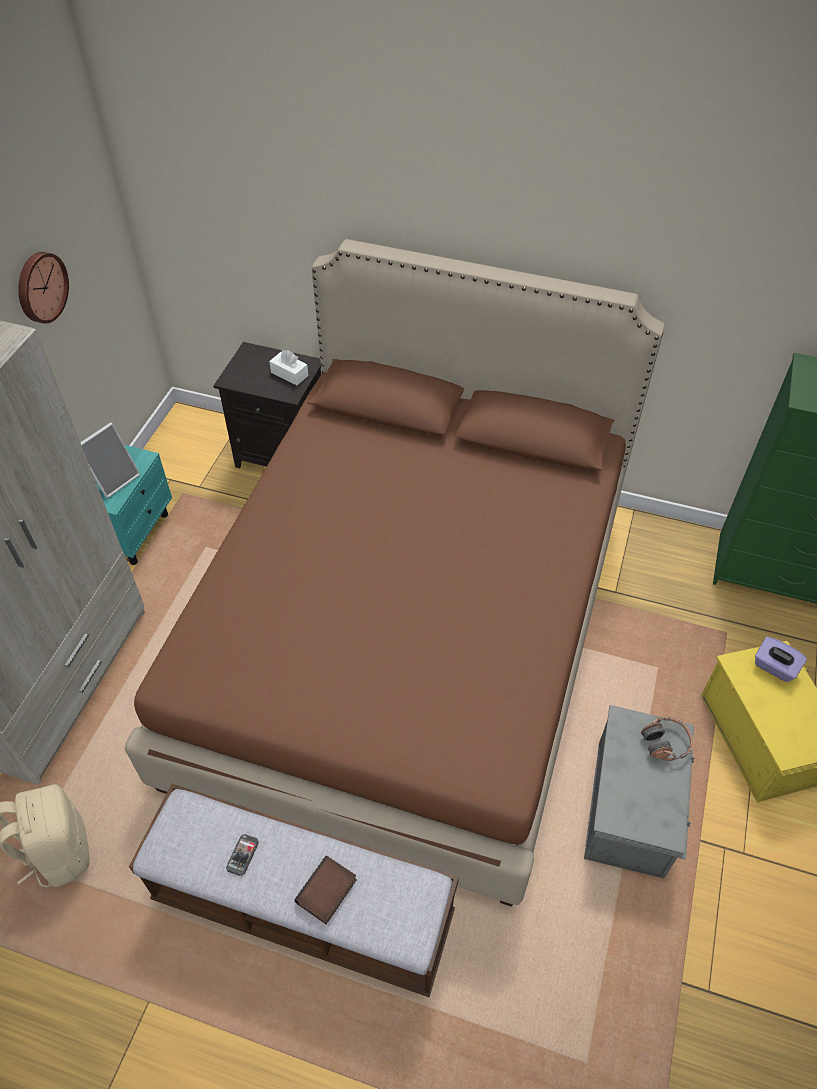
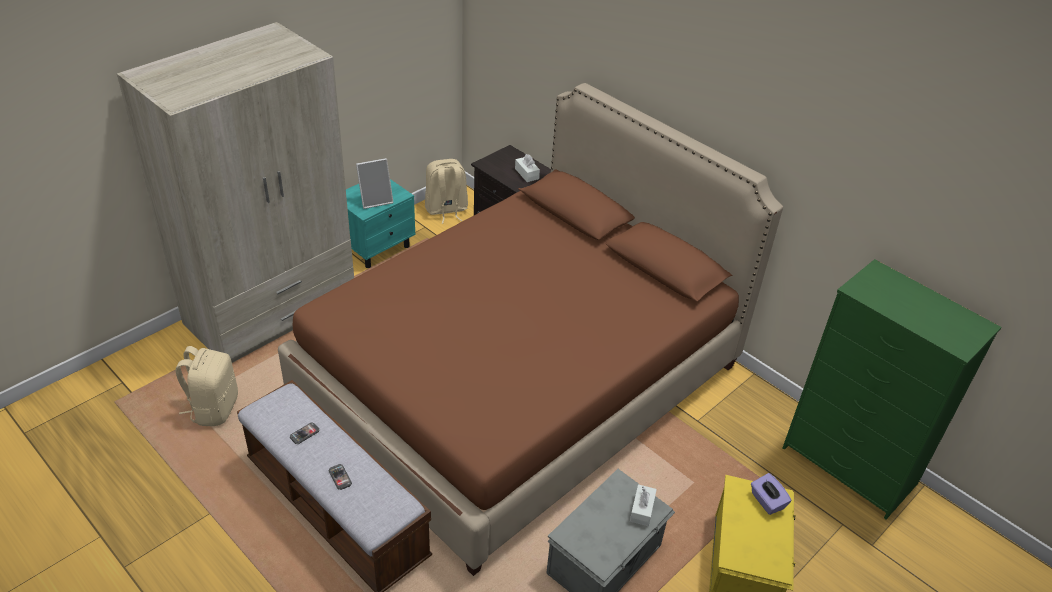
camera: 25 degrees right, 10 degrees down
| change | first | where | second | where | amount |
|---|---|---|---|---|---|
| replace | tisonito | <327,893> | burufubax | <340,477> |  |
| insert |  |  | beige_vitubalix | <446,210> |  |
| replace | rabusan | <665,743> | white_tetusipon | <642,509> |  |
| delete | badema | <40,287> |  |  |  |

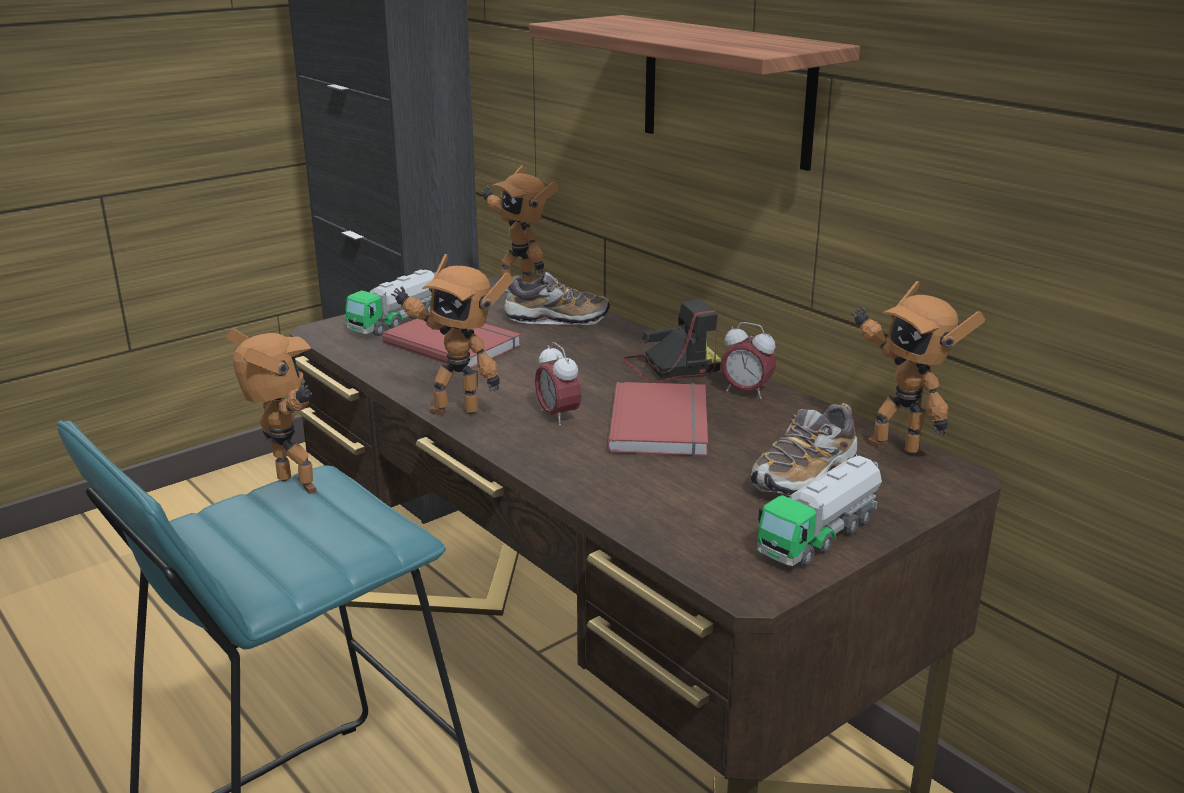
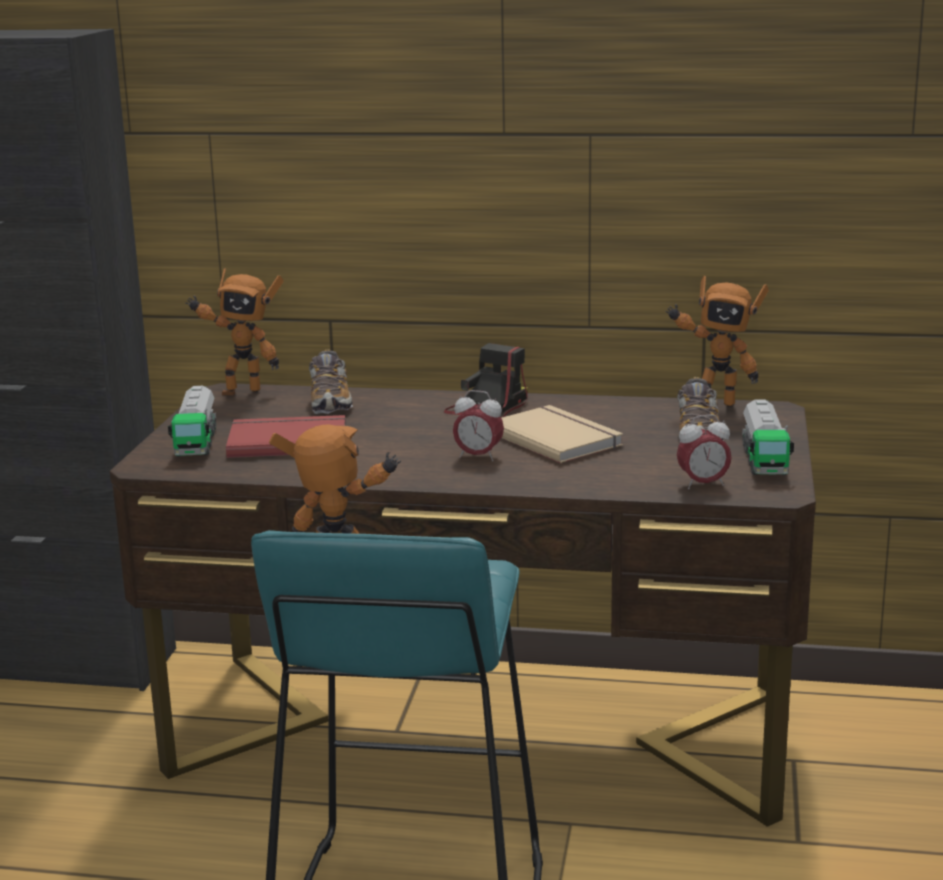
camera: 40 degrees left, 5 degrees down
| change | first | where | second | where | amount |
|---|---|---|---|---|---|
| rotate | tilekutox | <556,319> |  | <330,403> | 120 degrees clockwise |
| recolor | red_tisonito | <663,423> | beige_tisonito | <557,438> |  |
| move | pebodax | <746,392> |  | <703,484> |  |
| delete | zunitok | <455,409> |  |  |  |
| delete | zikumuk | <726,90> |  |  |  |

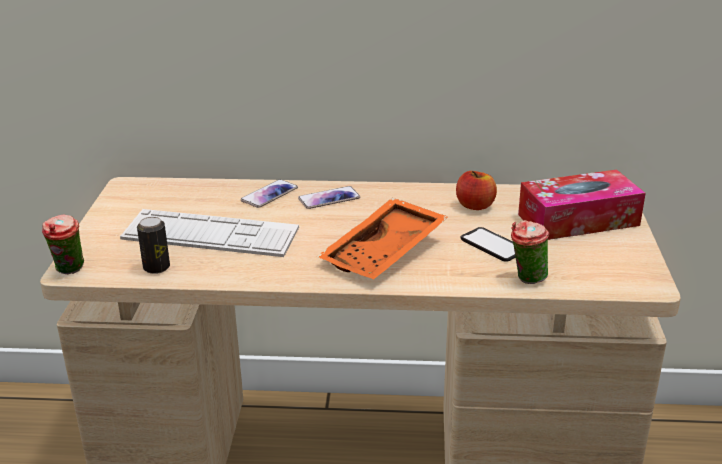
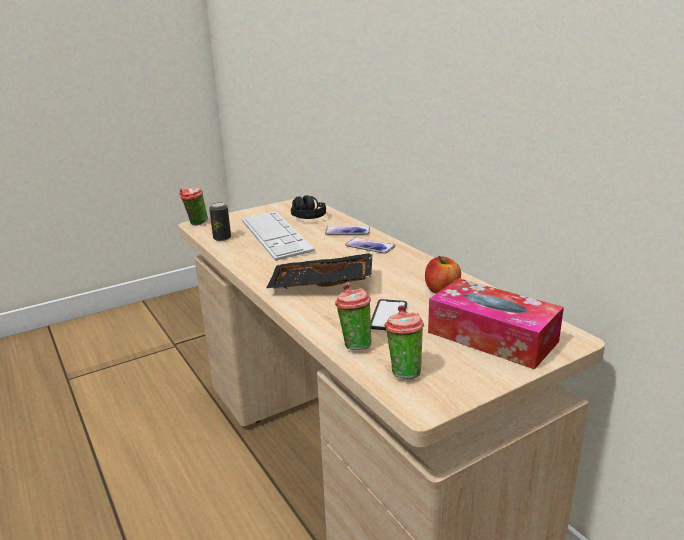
camera: 55 degrees right, 5 degrees down
| change | first | where | second | where | amount |
|---|---|---|---|---|---|
| recolor | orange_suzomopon | <385,253> | black_suzomopon | <321,285> |  |
| insert |  |  | black_rabusan | <305,215> |  |
| insert |  |  | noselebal | <403,371> |  |

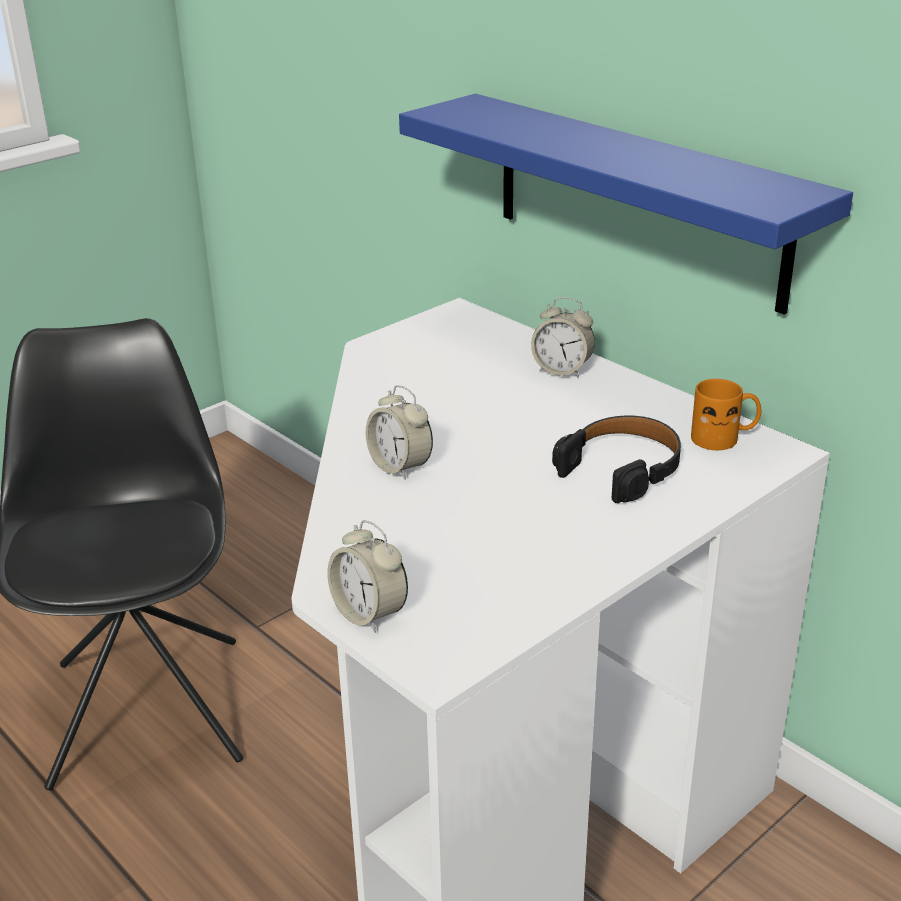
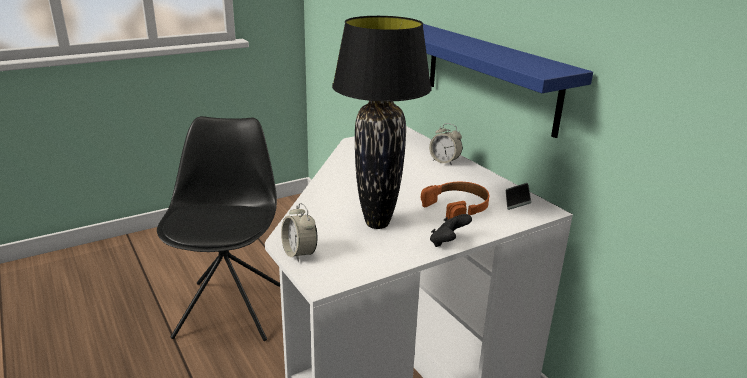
camera: 10 degrees right, 5 degrees down
| change | first | where | second | where | amount |
|---|---|---|---|---|---|
| insert |  |  | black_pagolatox | <377,223> |  |
| recolor | black_rabusan | <622,468> | orange_rabusan | <457,207> |  |
| insert |  |  | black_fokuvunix | <448,243> |  |
| replace | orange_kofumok | <724,438> | burufubax | <517,200> |  |
| delete | pebodax | <400,467> |  |  |  |

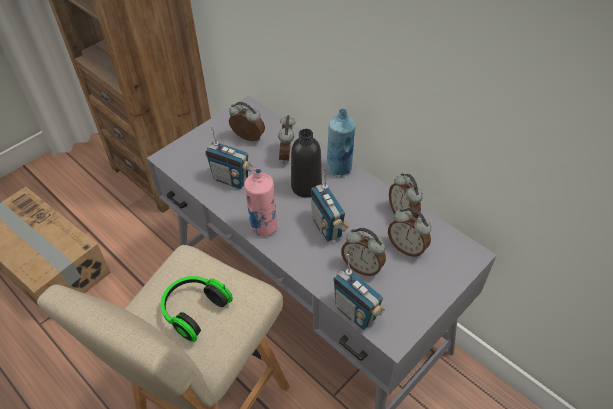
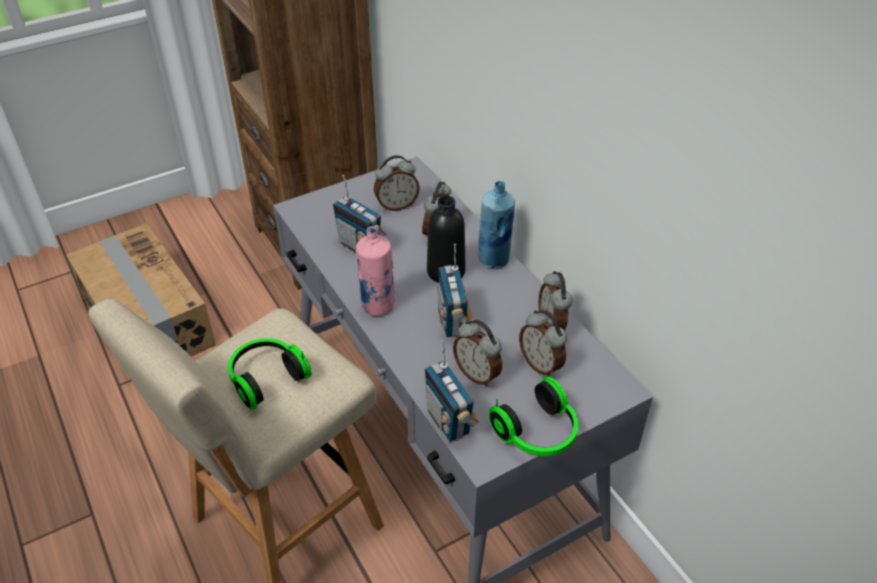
camera: 15 degrees right, 5 degrees down
| change | first | where | second | where | amount |
|---|---|---|---|---|---|
| rotate | pebodax | <247,139> |  | <396,205> | 120 degrees clockwise |
| insert |  |  | rabusan | <538,434> |  |

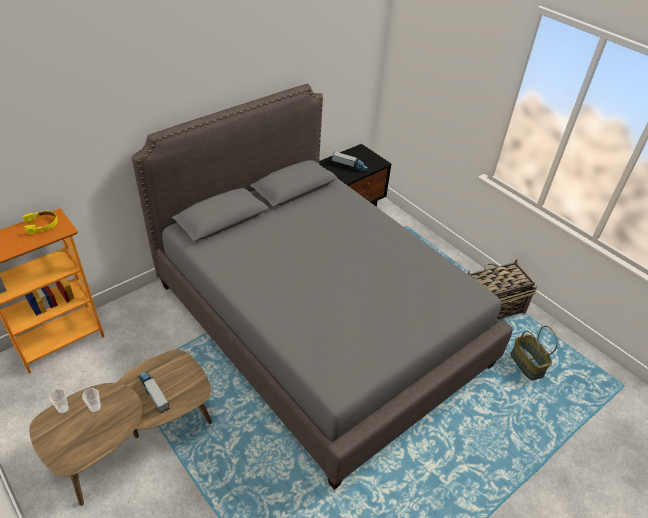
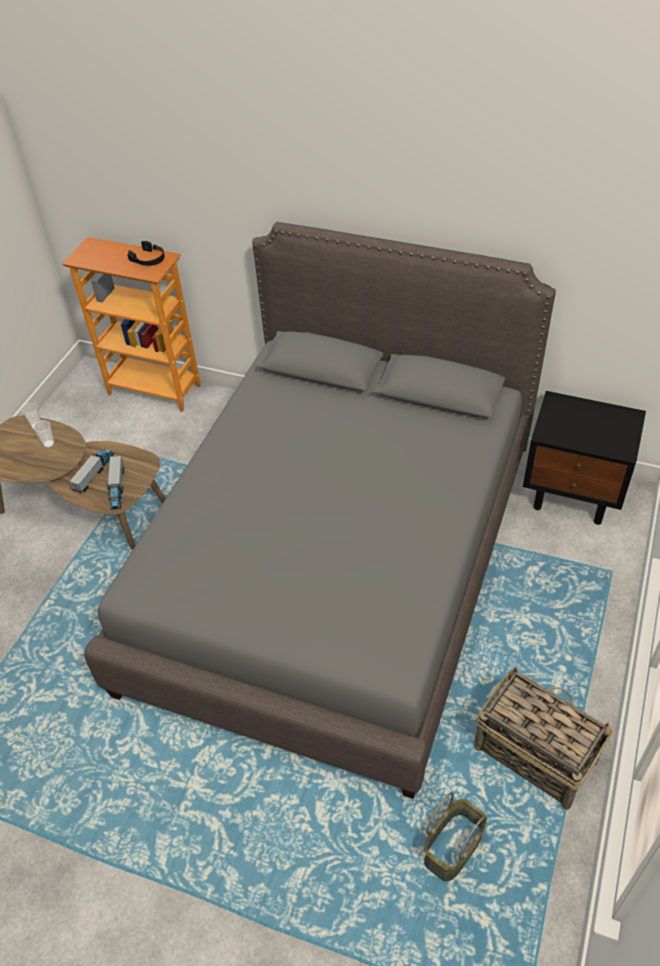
camera: 65 degrees right, 5 degrees up
| change | first | where | second | where | amount |
|---|---|---|---|---|---|
| move | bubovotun | <349,166> |  | <117,488> |  |
| recolor | yellow_rabusan | <42,225> | black_rabusan | <149,259> |  |

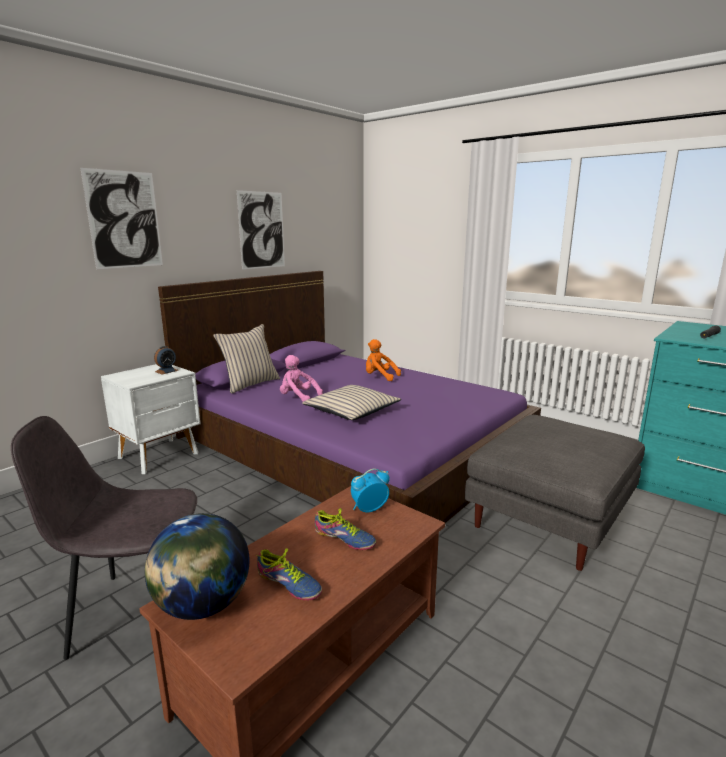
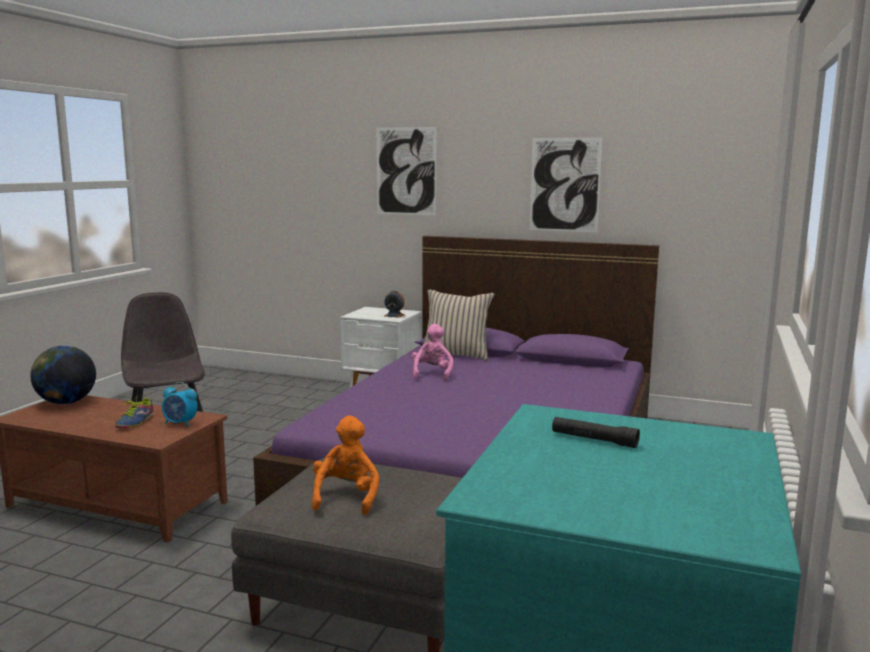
camera: 70 degrees right, 5 degrees down
| change | first | where | second | where | amount |
|---|---|---|---|---|---|
| rotate | pebodax | <368,509> |  | <180,423> | 150 degrees clockwise |
| move | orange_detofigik | <379,377> |  | <346,497> |  |
| delete | tilekutox | <287,585> |  |  |  |
| delete | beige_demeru | <351,411> |  |  |  |

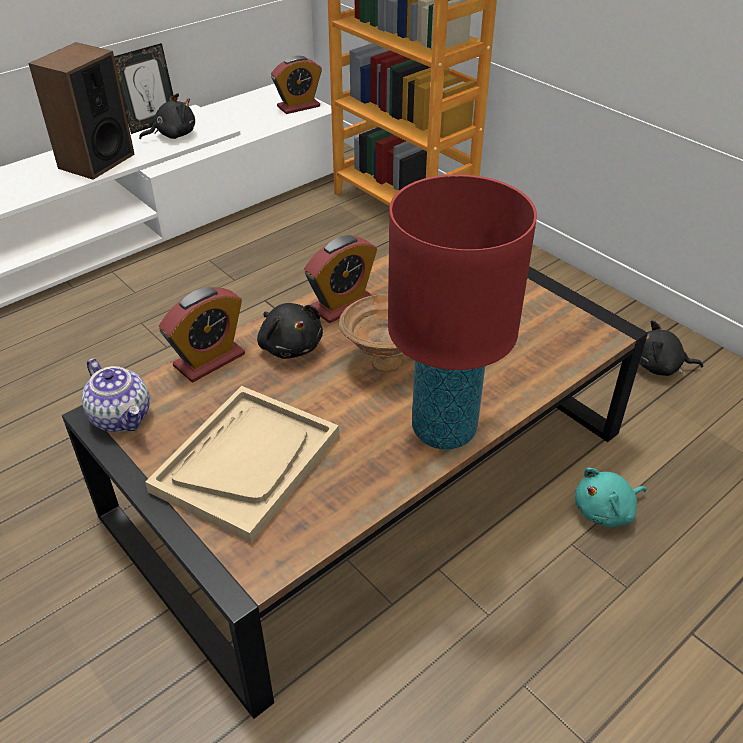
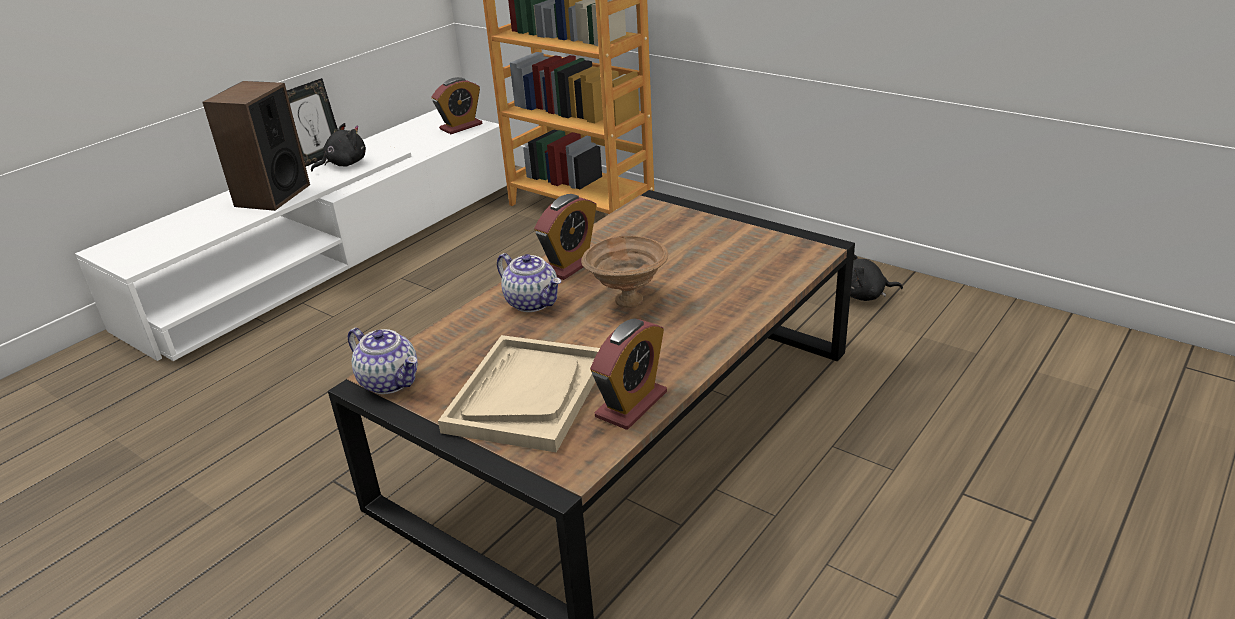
camera: 10 degrees left, 10 degrees down
| change | first | where | second | where | amount |
|---|---|---|---|---|---|
| replace | black_detofigik | <290,346> | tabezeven | <533,302> |  |
| move | pebodax | <209,360> |  | <631,404> |  |
| delete | red_pagolatox | <444,429> |  |  |  |
| delete | turquoise_detofigik | <606,511> |  |  |  |

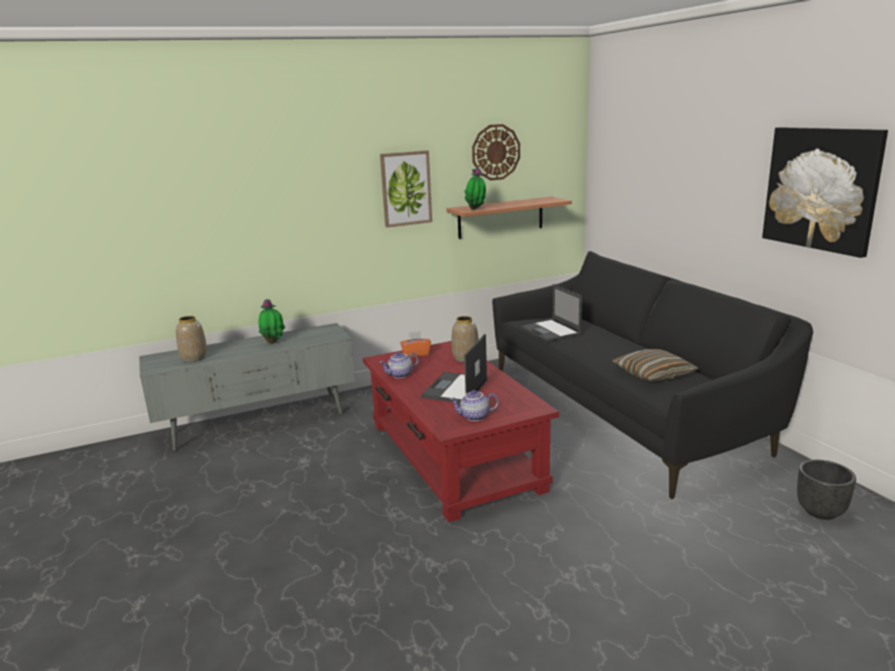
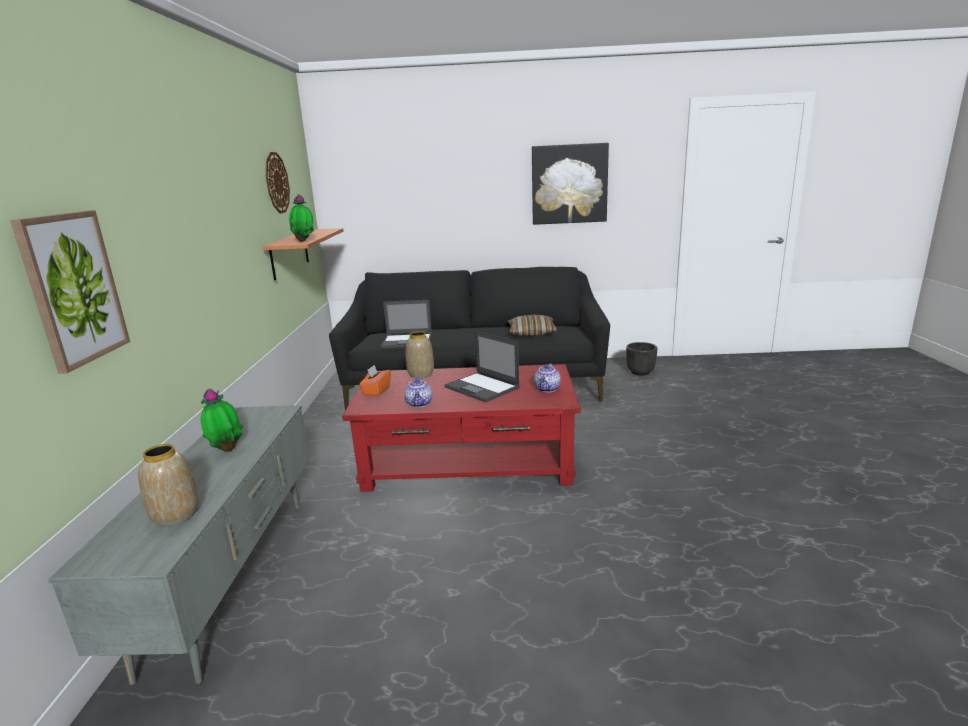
camera: 65 degrees left, 0 degrees up
| change | first | where | second | where | amount |
|---|---|---|---|---|---|
| move | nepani | <406,188> |  | <73,288> |  |

